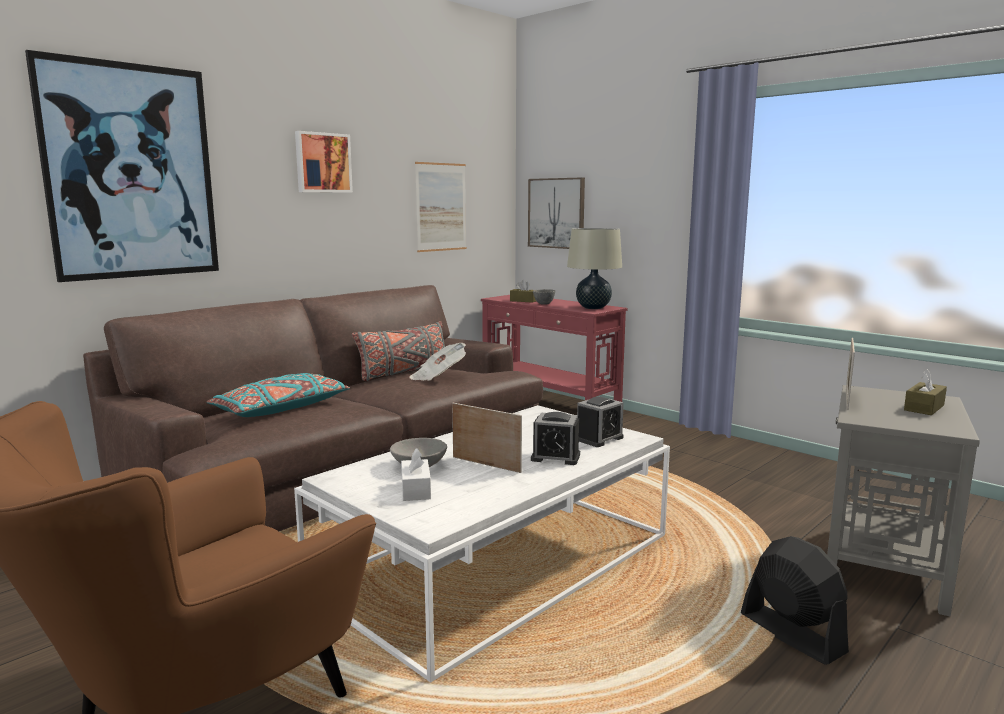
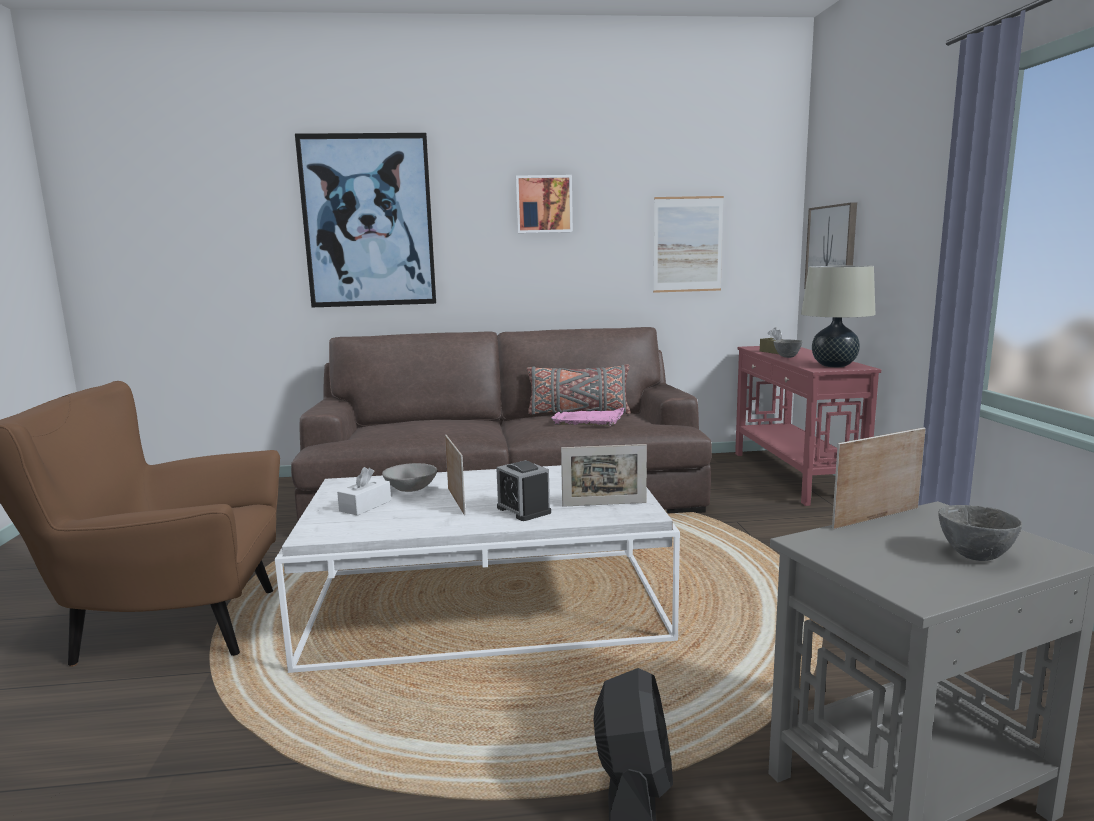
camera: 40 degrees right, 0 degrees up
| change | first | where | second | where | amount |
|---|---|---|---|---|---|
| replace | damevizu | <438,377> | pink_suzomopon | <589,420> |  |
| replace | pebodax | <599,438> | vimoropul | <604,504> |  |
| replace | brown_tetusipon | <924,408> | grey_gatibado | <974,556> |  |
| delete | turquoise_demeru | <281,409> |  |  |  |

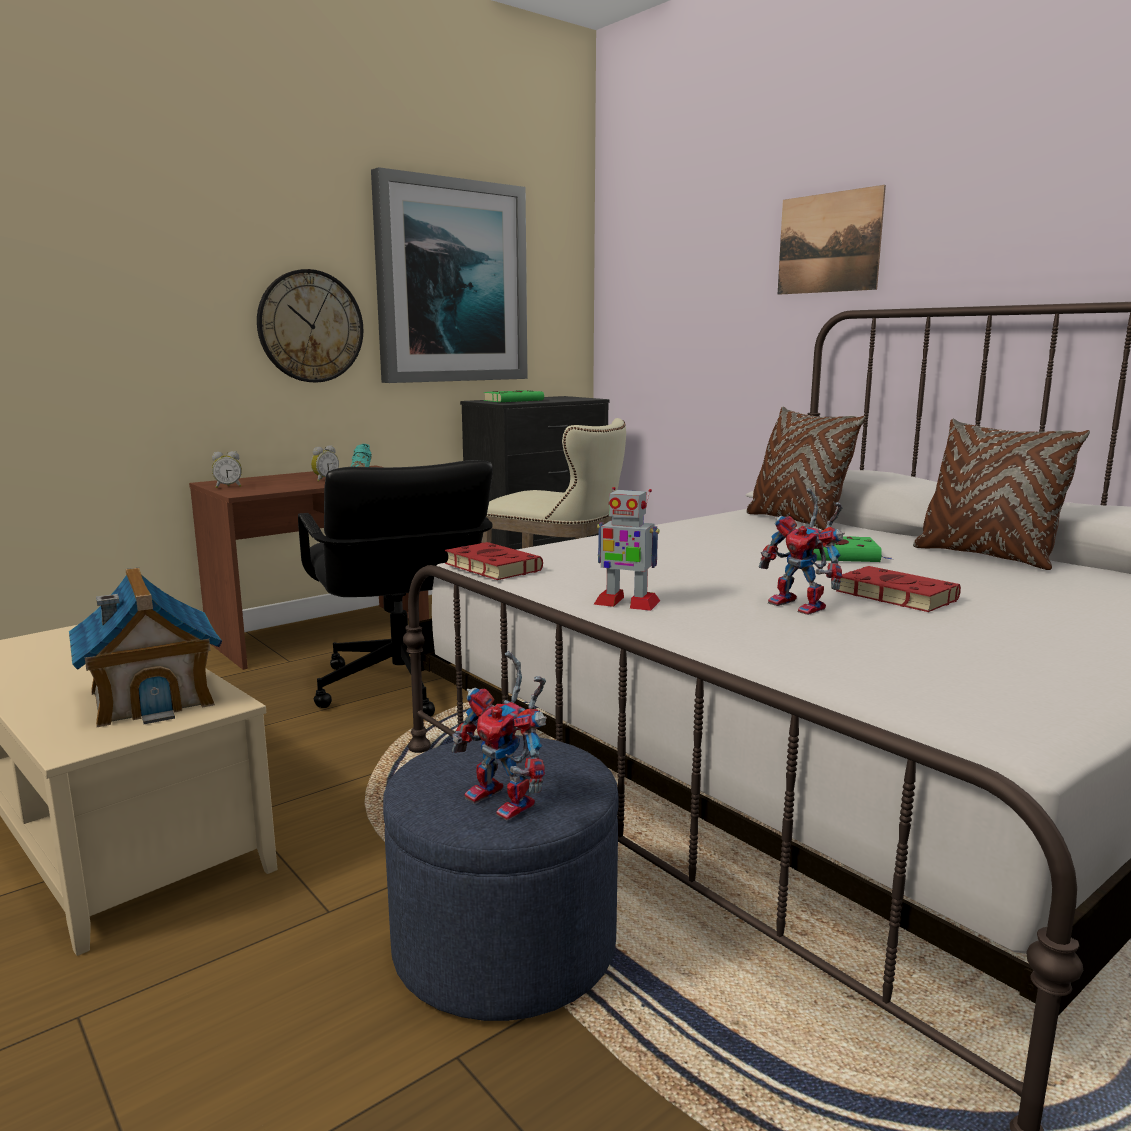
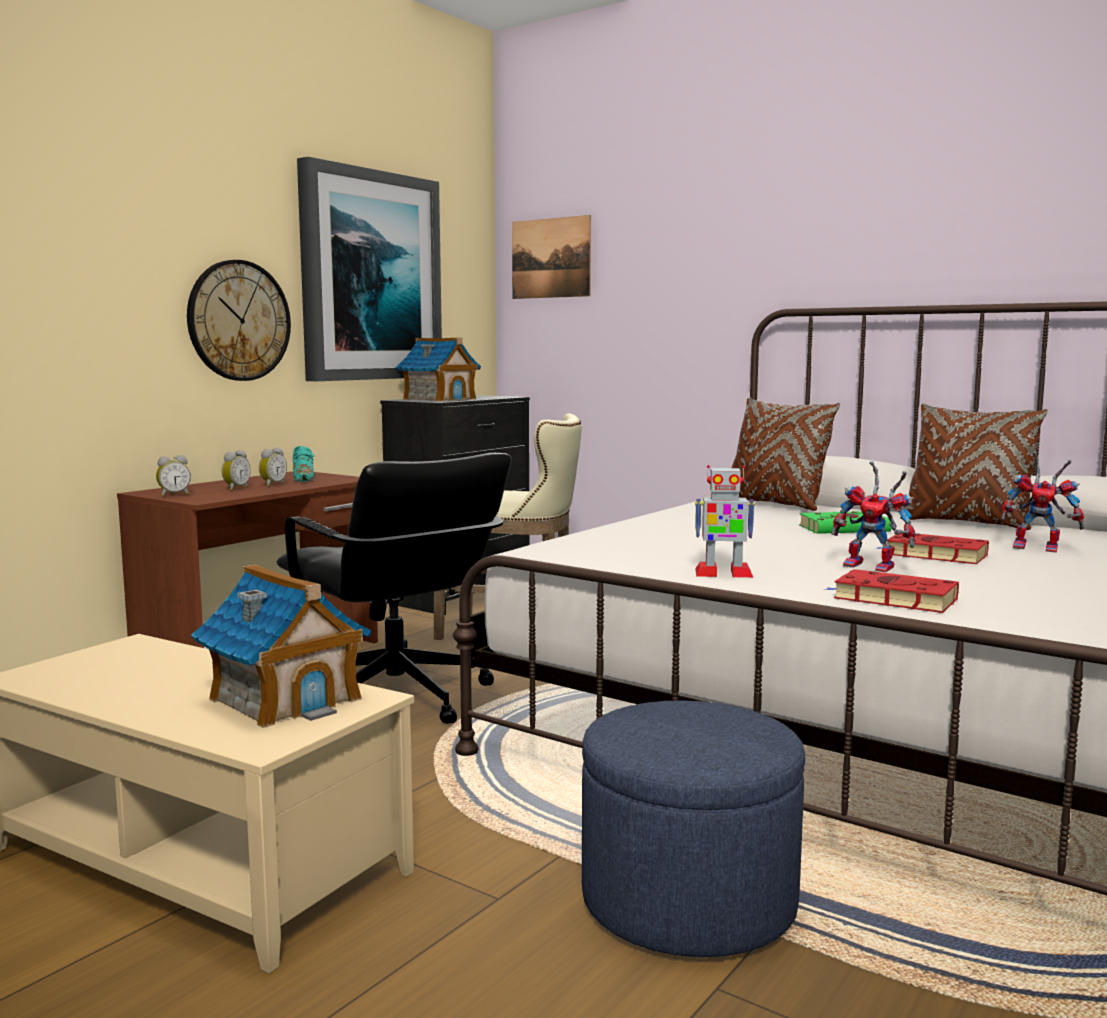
camera: 15 degrees left, 5 degrees down
| change | first | where | second | where | amount |
|---|---|---|---|---|---|
| insert |  |  | pebodax | <235,488> |  |
| replace | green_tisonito | <515,401> | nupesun | <439,399> |  |
| move | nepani | <828,243> |  | <550,258> |  |
| move | red_tisonito | <490,567> |  | <891,598> |  |
| move | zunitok | <508,802> |  | <1040,548> |  |

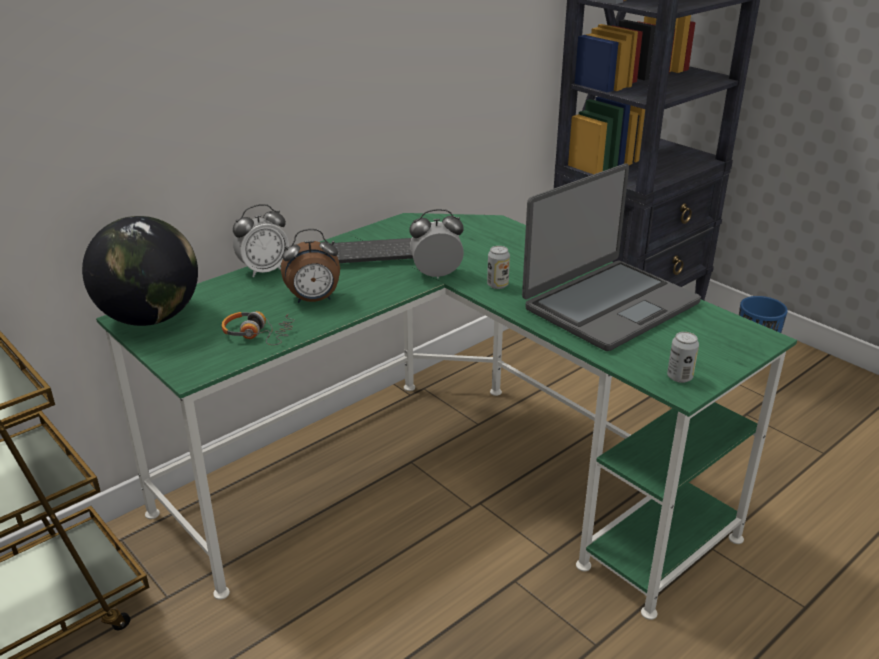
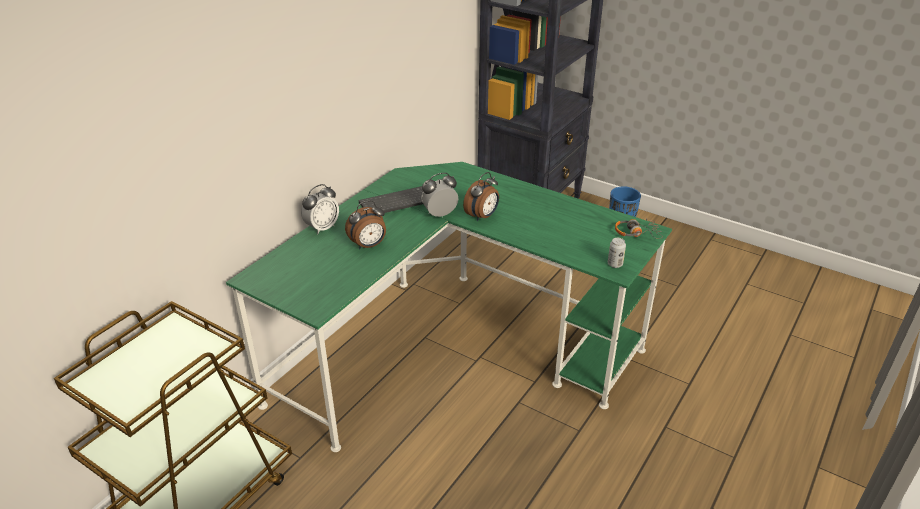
camera: 15 degrees left, 5 degrees up
| change | first | where | second | where | amount |
|---|---|---|---|---|---|
| replace | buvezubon | <497,285> | pebodax | <482,216> |  |
| move | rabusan | <258,334> |  | <636,233> |  |
| delete | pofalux | <150,318> |  |  |  |
| delete | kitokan | <609,305> |  |  |  |

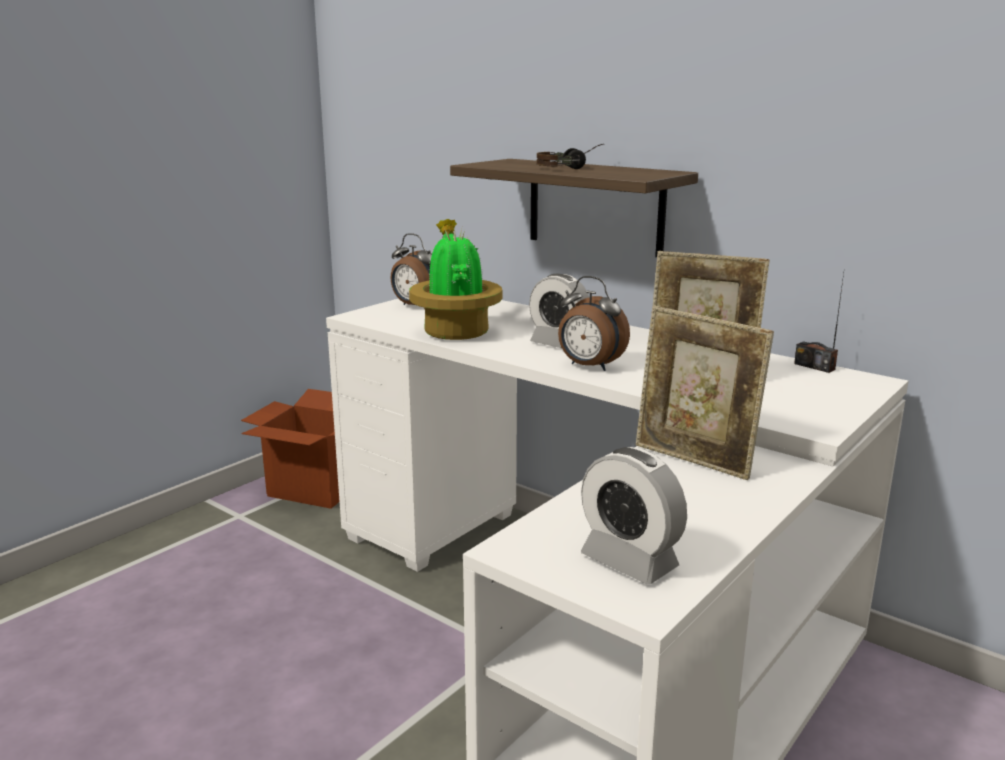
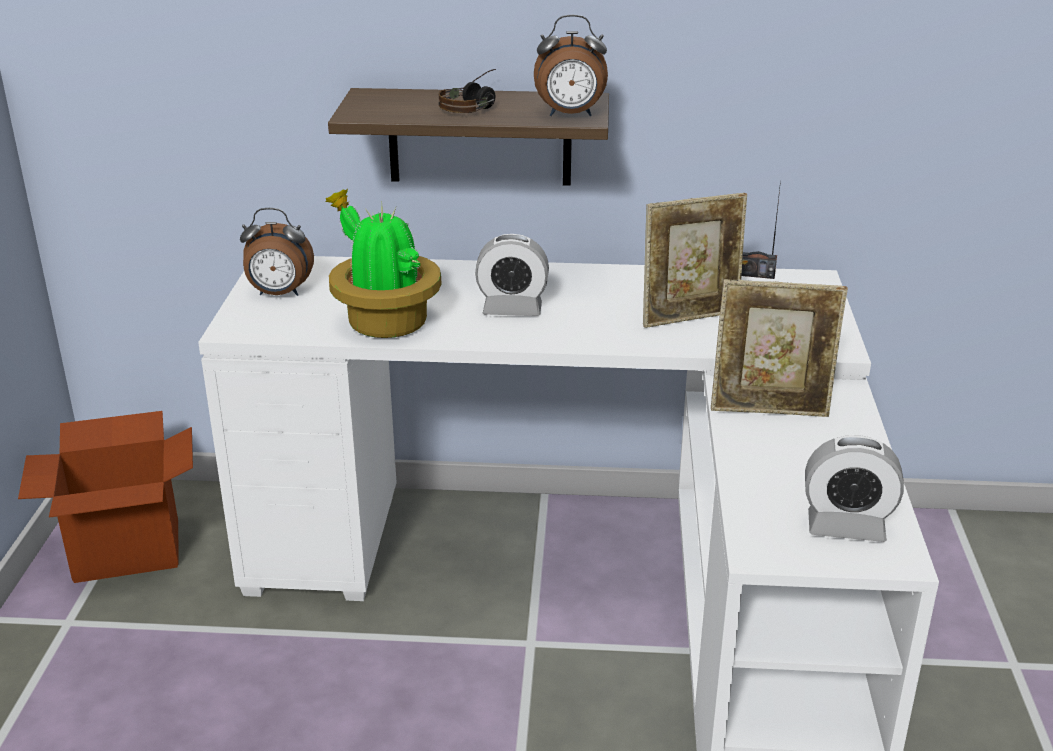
camera: 35 degrees left, 10 degrees up
| change | first | where | second | where | amount |
|---|---|---|---|---|---|
| move | pebodax | <589,366> |  | <570,115> |  |

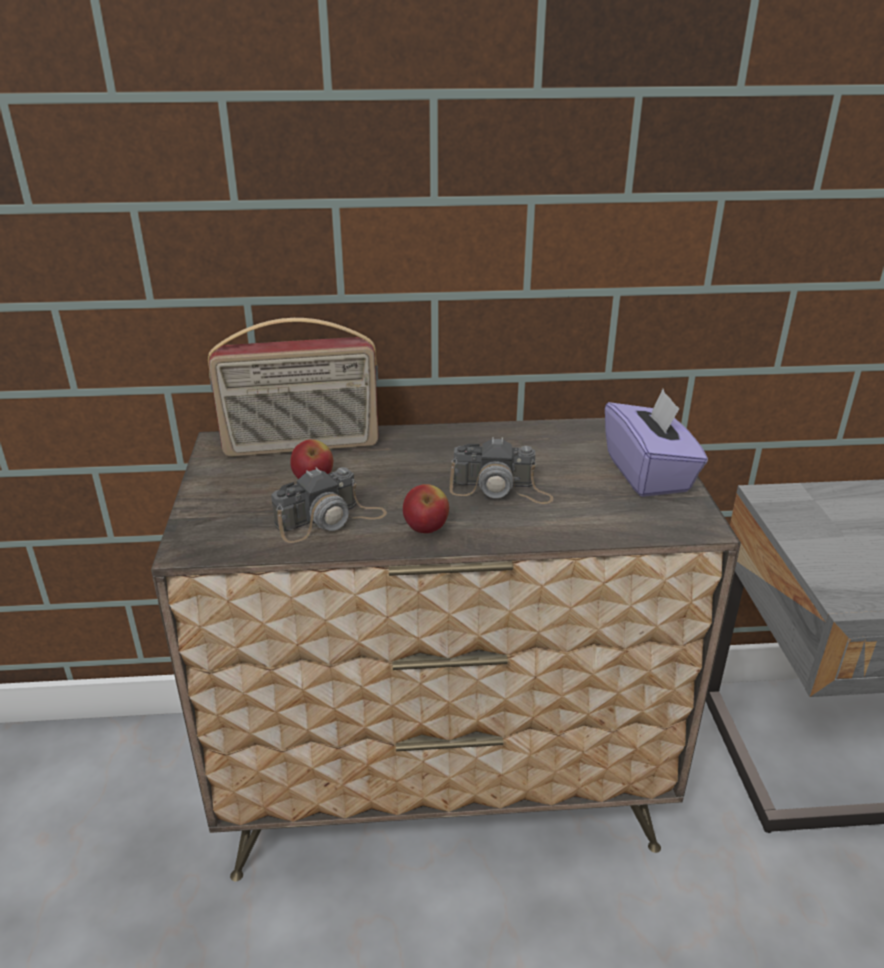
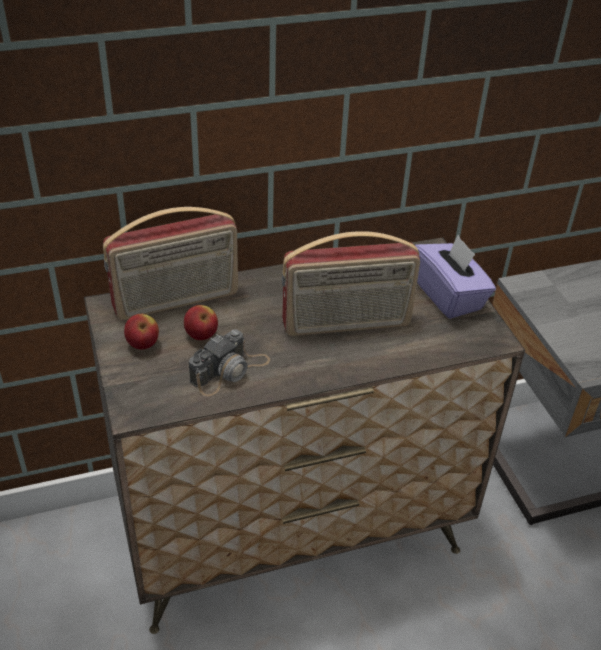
camera: 15 degrees left, 10 degrees up
| change | first | where | second | where | amount |
|---|---|---|---|---|---|
| move | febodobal | <426,529> |  | <143,344> |  |
| replace | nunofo | <501,489> | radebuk | <346,325> |  |

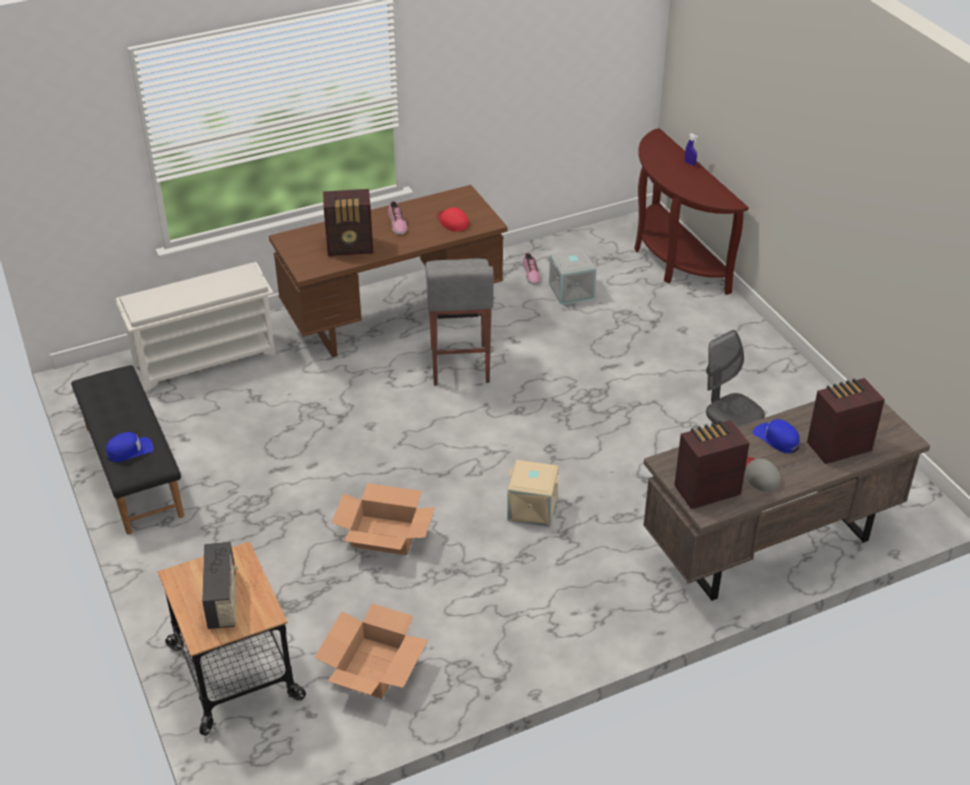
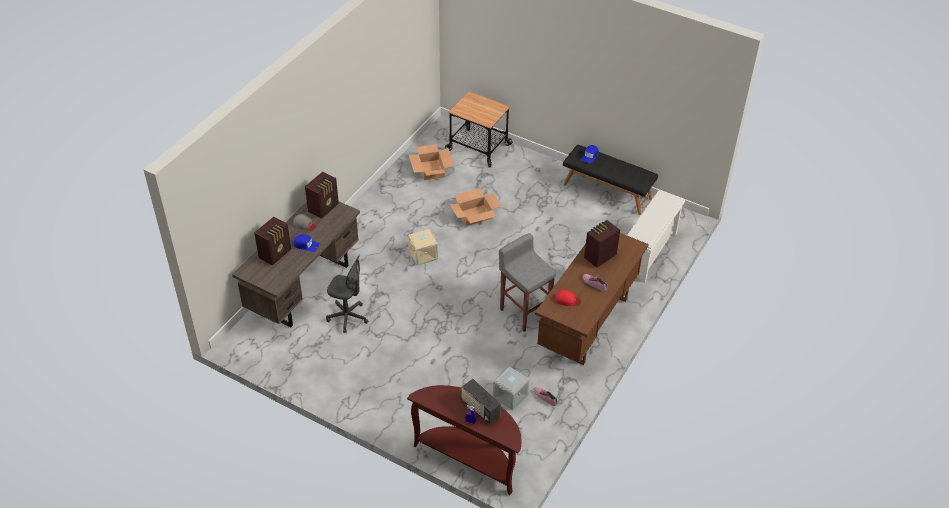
camera: 145 degrees right, 5 degrees up
| change | first | where | second | where | amount |
|---|---|---|---|---|---|
| move | radebuk | <223,600> |  | <480,409> |  |

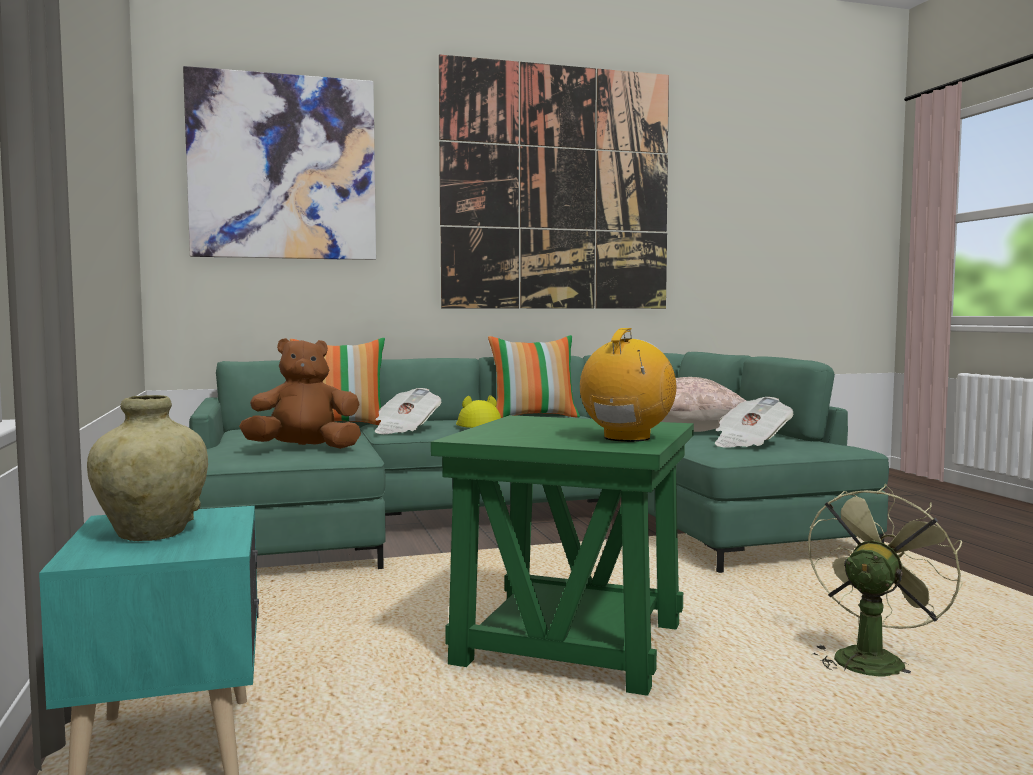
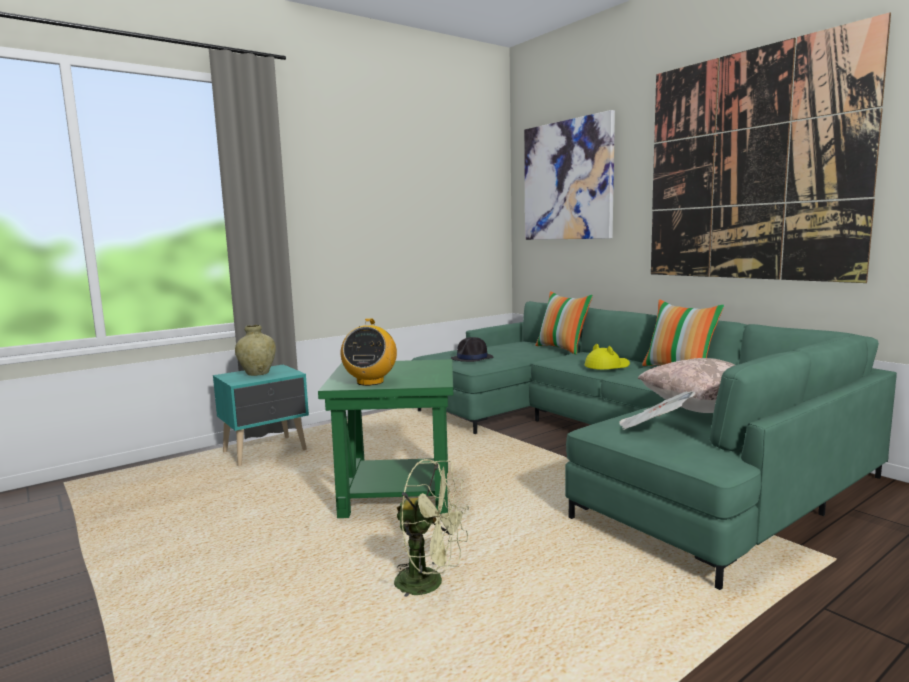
camera: 70 degrees right, 5 degrees up
| change | first | where | second | where | amount |
|---|---|---|---|---|---|
| rotate | radebuk | <627,438> |  | <370,382> | 90 degrees clockwise |
| replace | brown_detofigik | <304,449> | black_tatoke | <472,358> |  |
| delete | damevizu | <405,430> |  |  |  |

